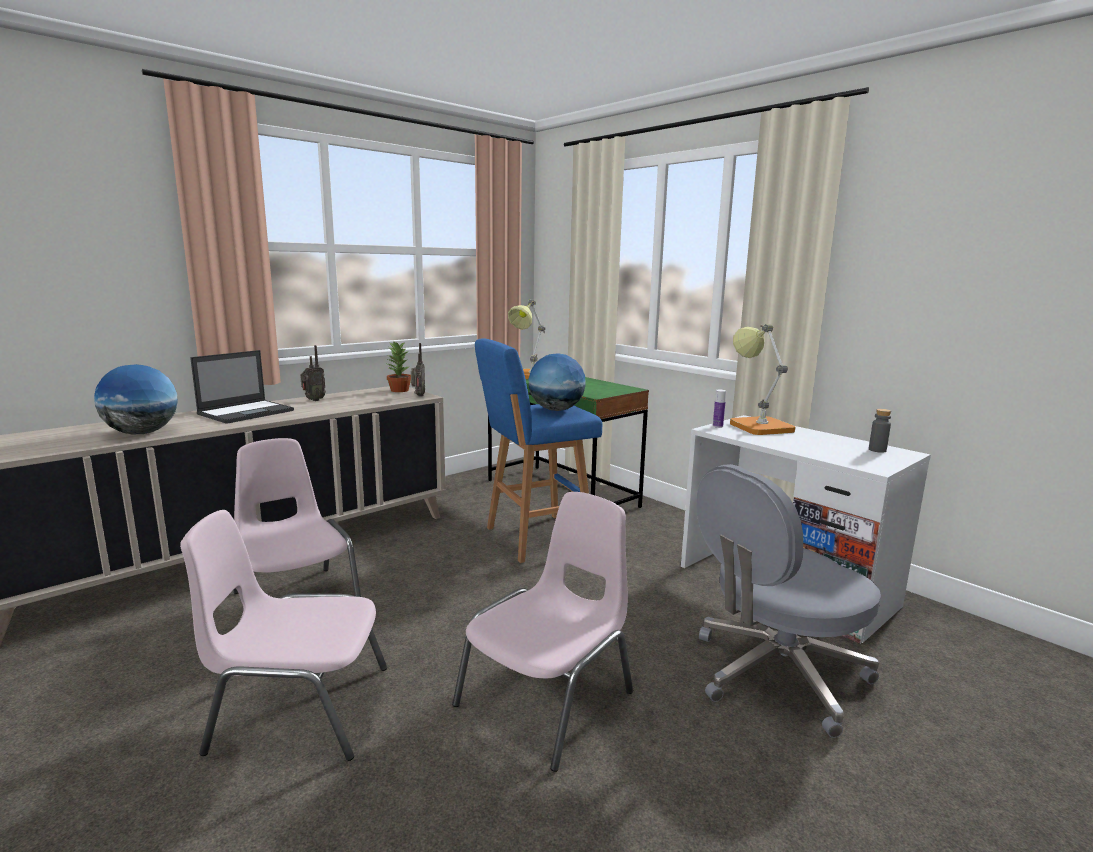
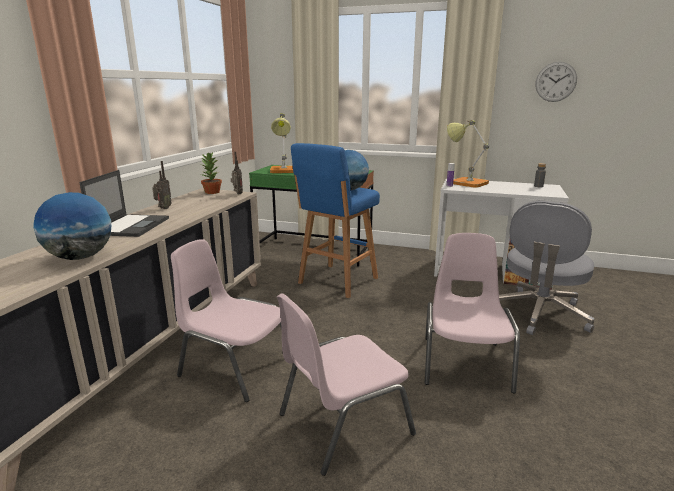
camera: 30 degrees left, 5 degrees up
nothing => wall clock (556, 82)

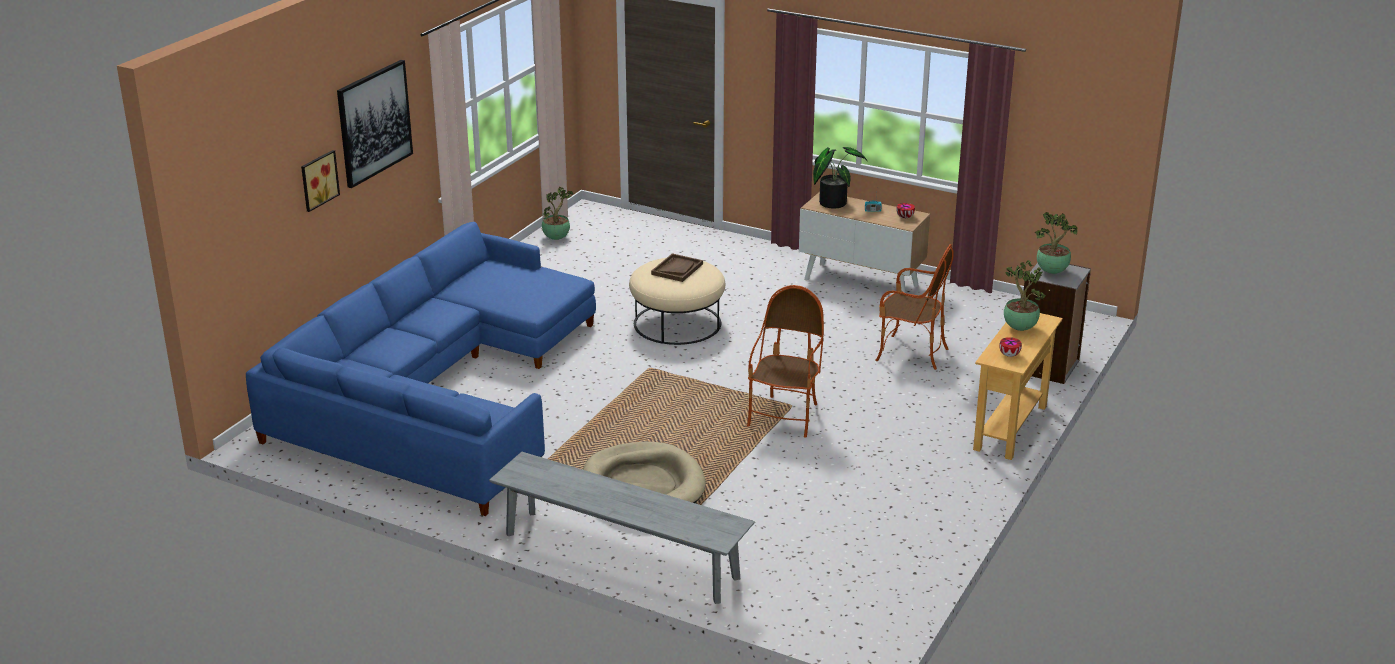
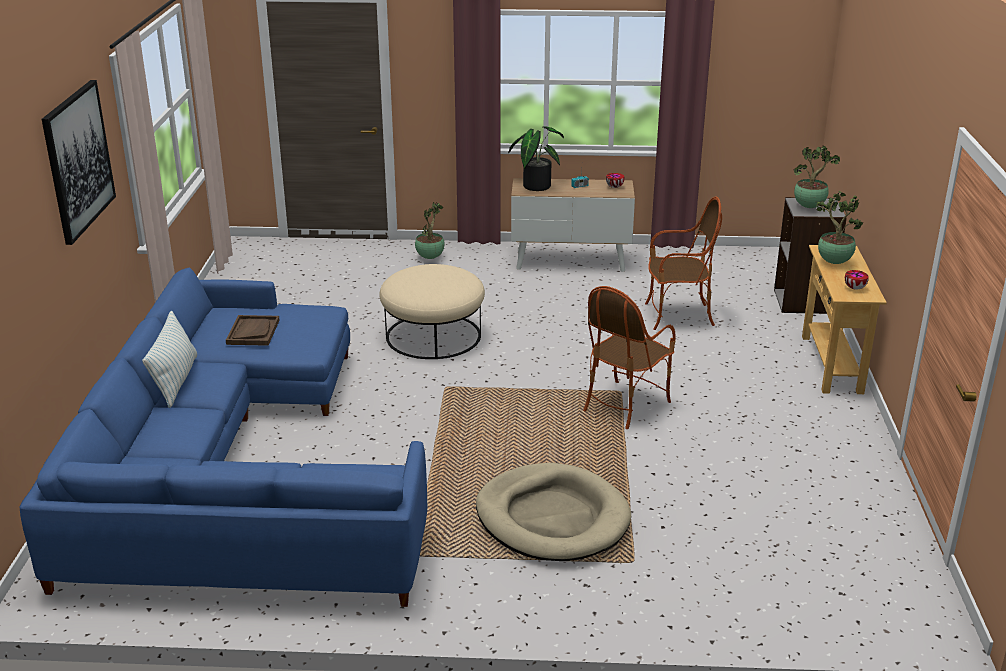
camera: 25 degrees left, 0 degrees up
picture (320, 181) => nothing
potted plant (557, 213) => potted plant (430, 230), shifted
tray (brown) (677, 267) => tray (brown) (253, 330), shifted
armchair (785, 361) => armchair (629, 357), 135 degrees counterclockwise
bench (grey) (622, 528) => nothing
nothing => pillow (169, 359)

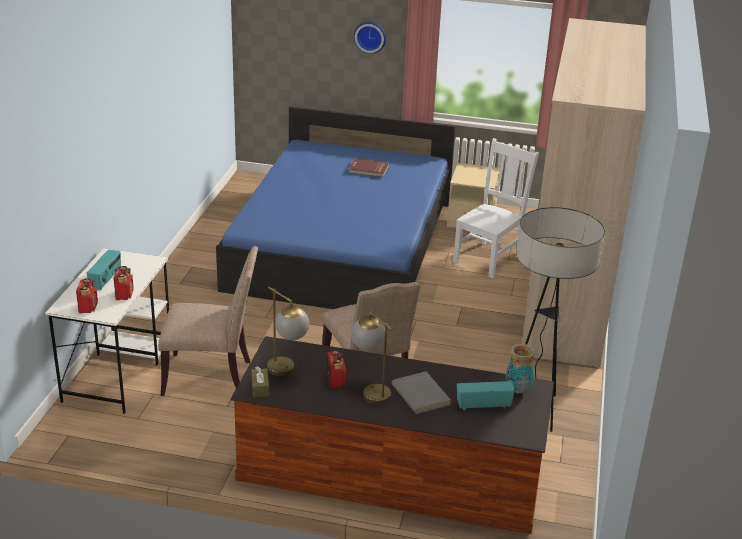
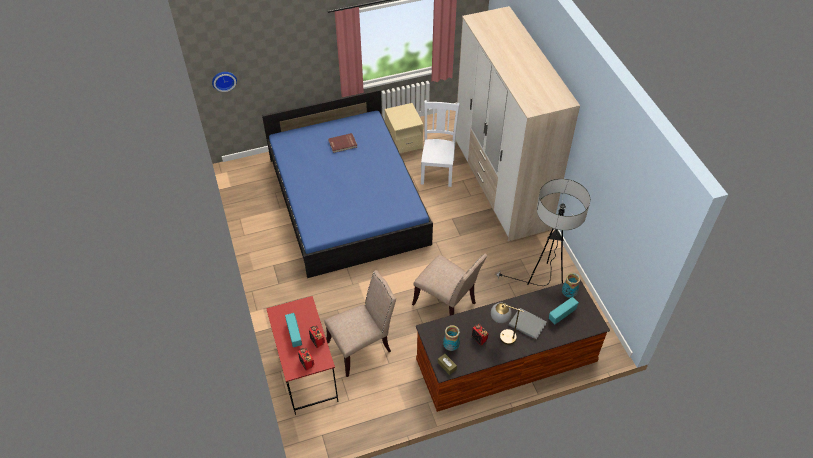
camera: 30 degrees left, 20 degrees up
wall clock (370, 38) => wall clock (224, 82), shifted
desk (white) (107, 331) => desk (red) (302, 355)
table lamp (288, 331) => vase (451, 338)

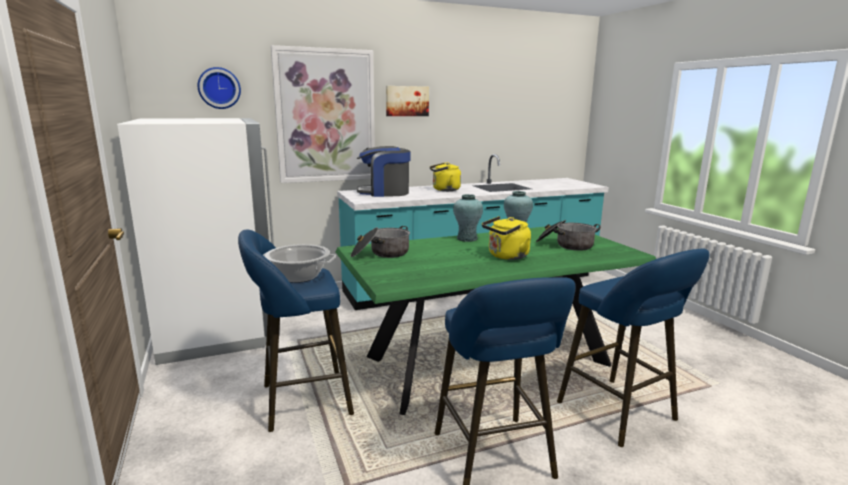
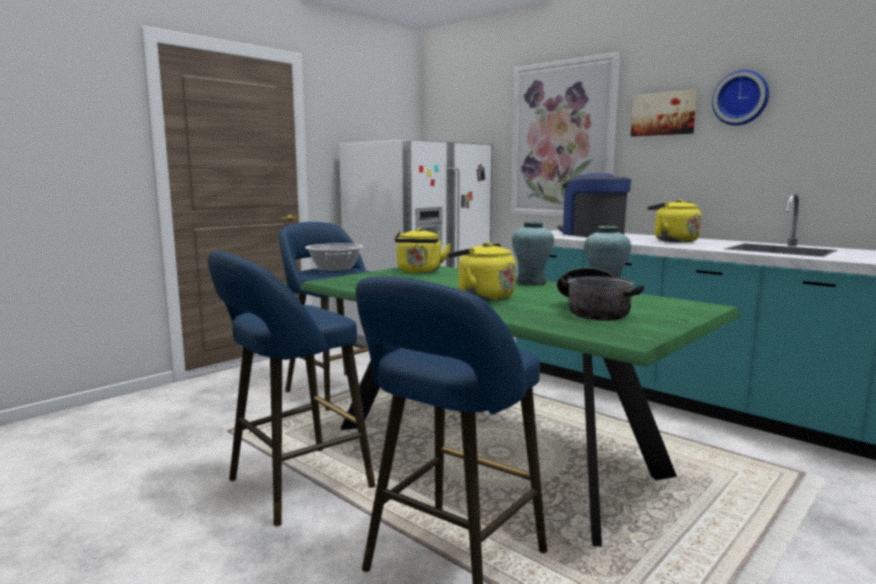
camera: 65 degrees right, 5 degrees down
wall clock (219, 88) => wall clock (740, 98), shifted
cooking pot (380, 242) => kettle (yellow) (422, 250)

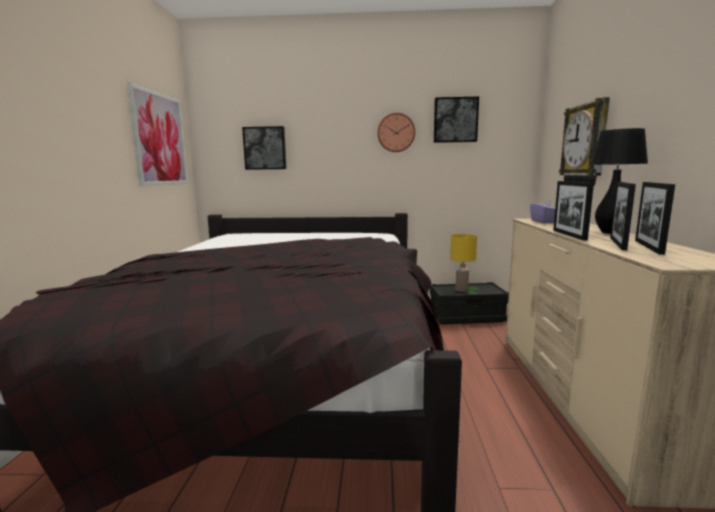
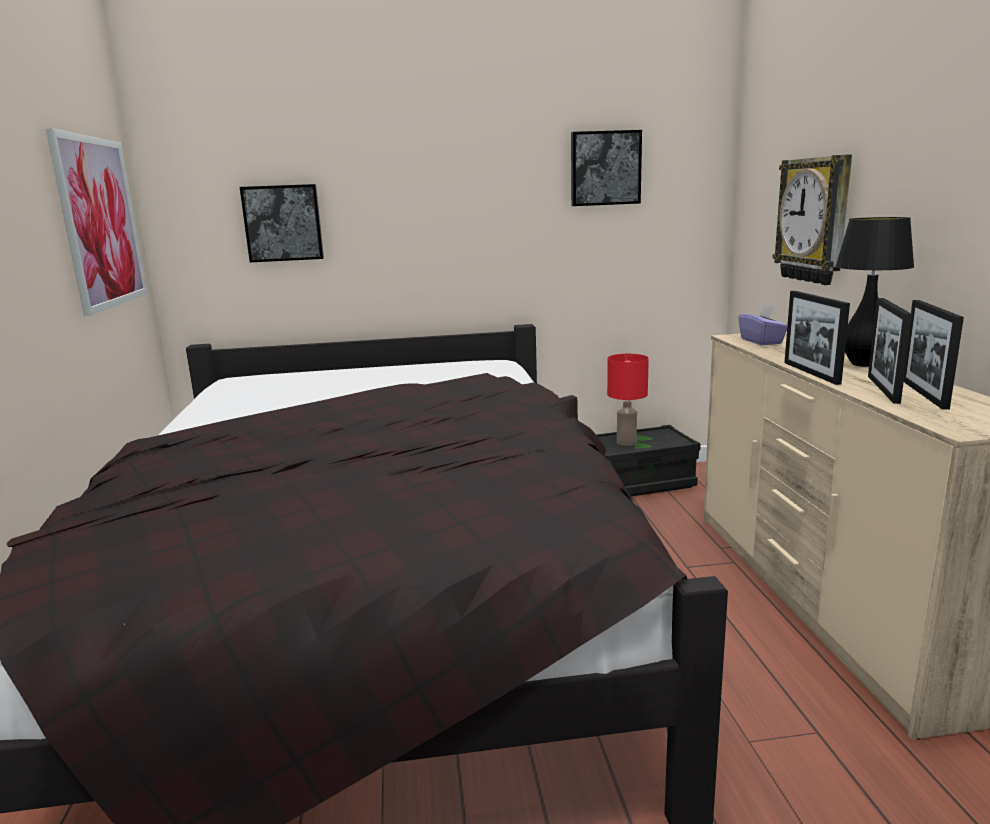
camera: 10 degrees left, 5 degrees up
wall clock (396, 132) => nothing
table lamp (yellow) (463, 263) => table lamp (red) (628, 400)

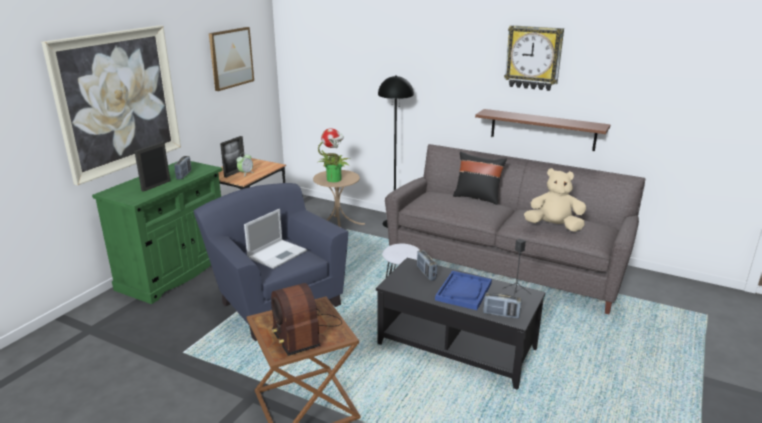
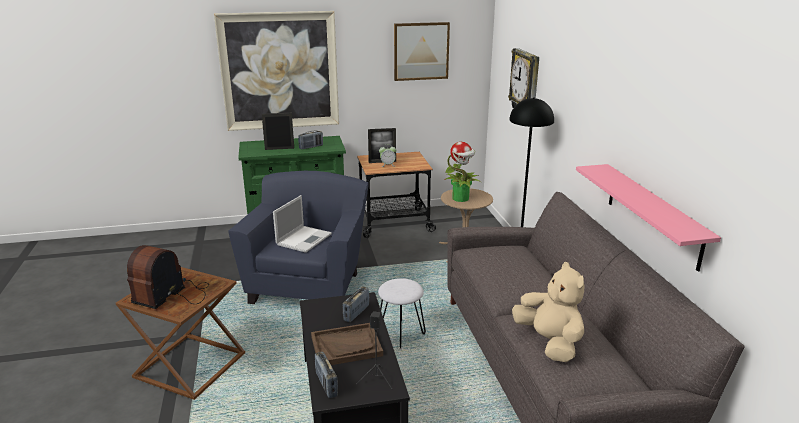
camera: 50 degrees right, 0 degrees up
wall clock (534, 58) => wall clock (523, 78), shifted
shelf (brown) (543, 130) => shelf (pink) (648, 217)
pillow (black) (480, 178) => nothing
laptop (275, 239) => laptop (302, 224), 60 degrees counterclockwise
tray (blue) (463, 290) => tray (brown) (347, 344)

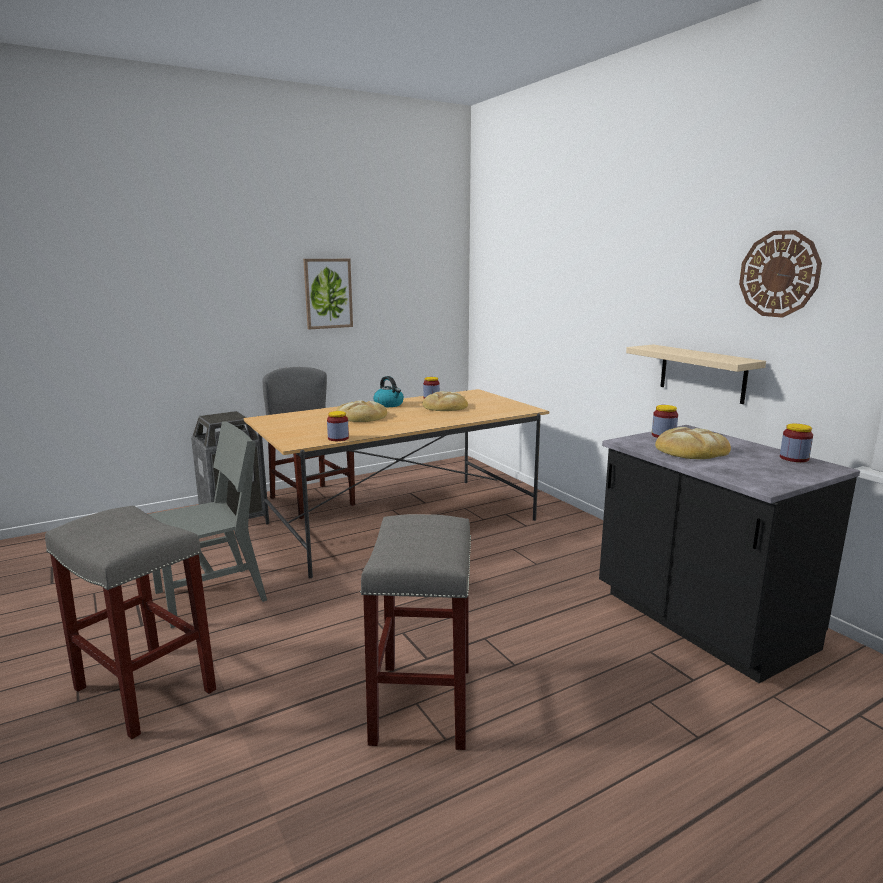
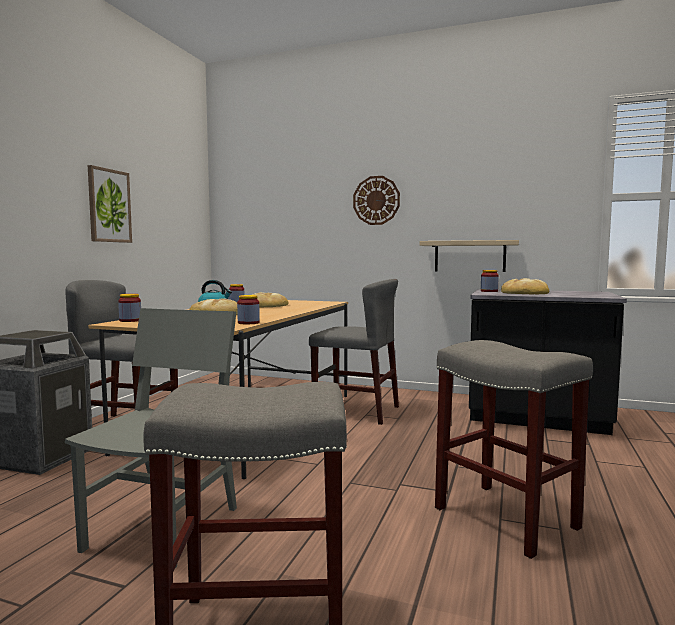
camera: 40 degrees left, 10 degrees down
wall clock (780, 273) => wall clock (376, 200), shifted
jar (796, 443) => jar (129, 308), shifted
nothing => chair (grey) (354, 352)

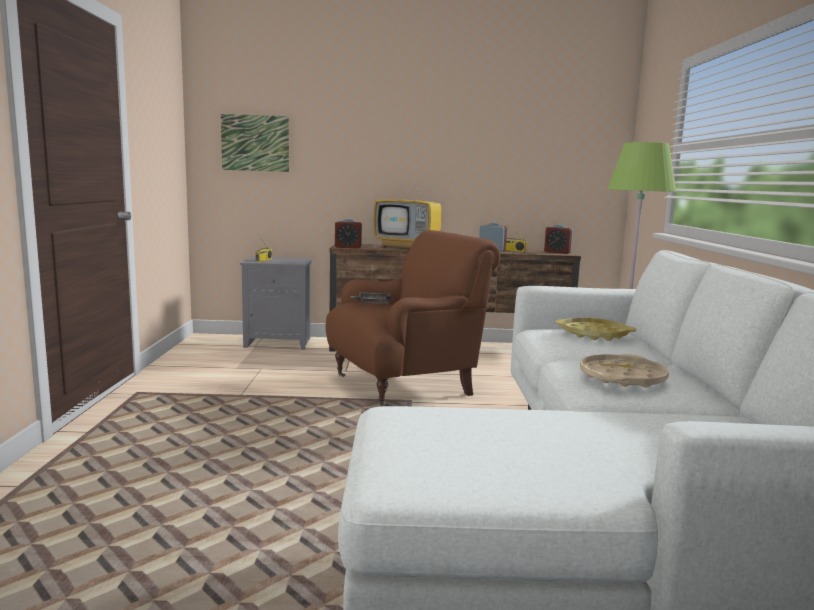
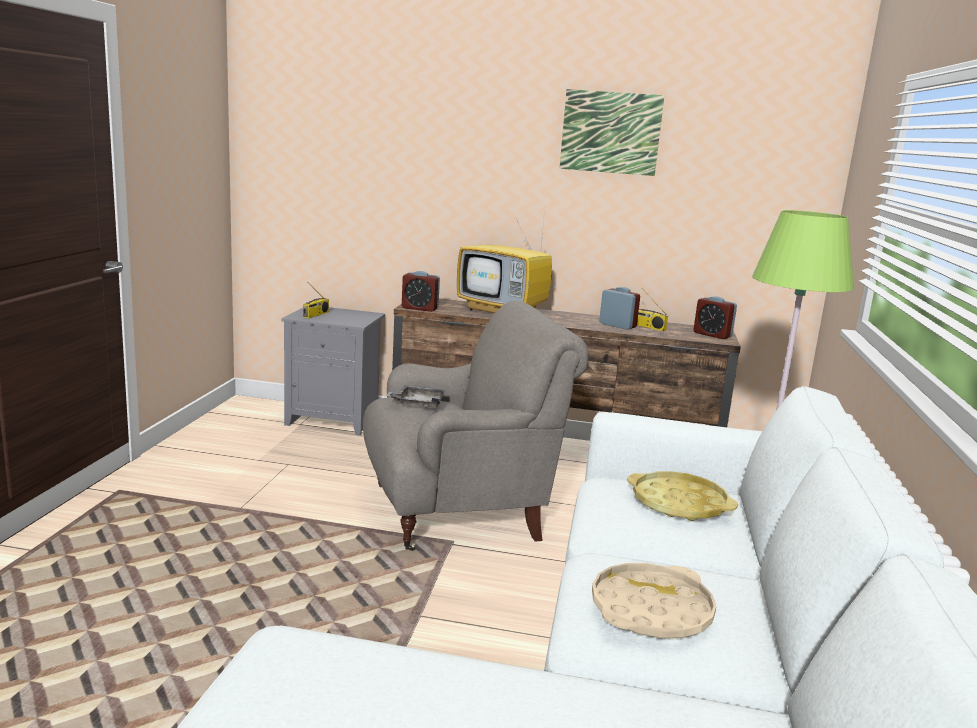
camera: 10 degrees right, 5 degrees up
picture (255, 143) => picture (612, 132), shifted
armchair (brown) (413, 318) => armchair (grey) (476, 425)

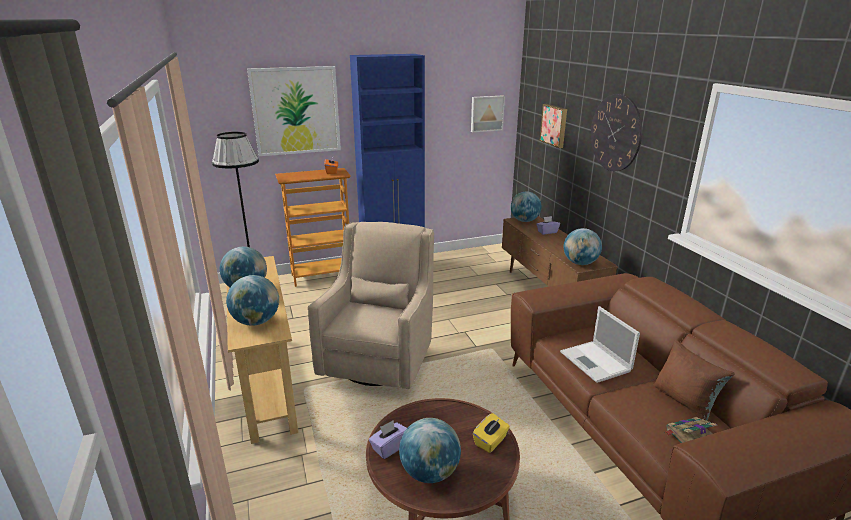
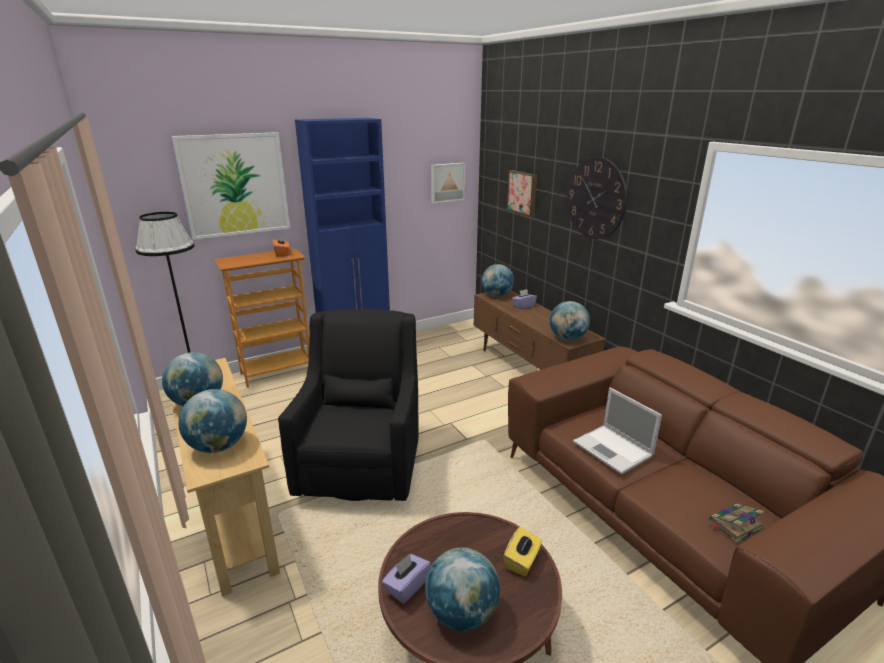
camera: 10 degrees left, 0 degrees up
armchair (beige) (371, 305) => armchair (black) (348, 405)
pillow (brown) (694, 380) => nothing

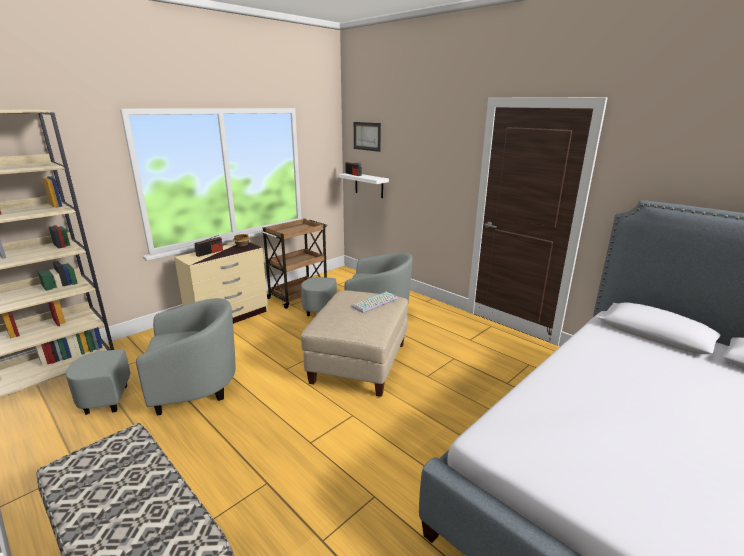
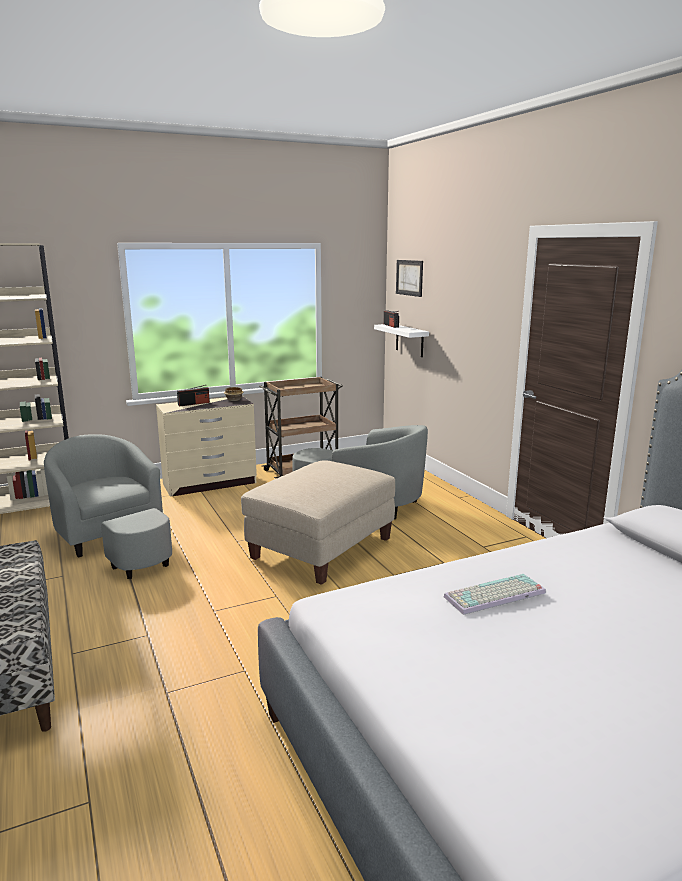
camera: 20 degrees right, 5 degrees down
keyboard (374, 302) => keyboard (495, 594), shifted
armchair (grey) (151, 356) => armchair (grey) (108, 506), 135 degrees counterclockwise

